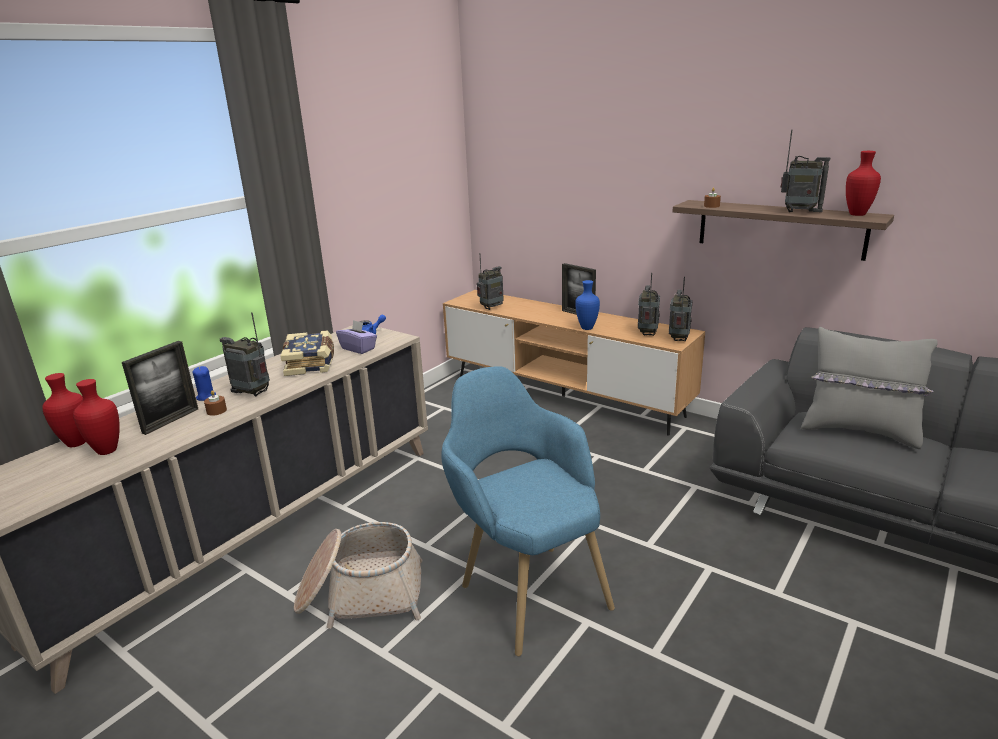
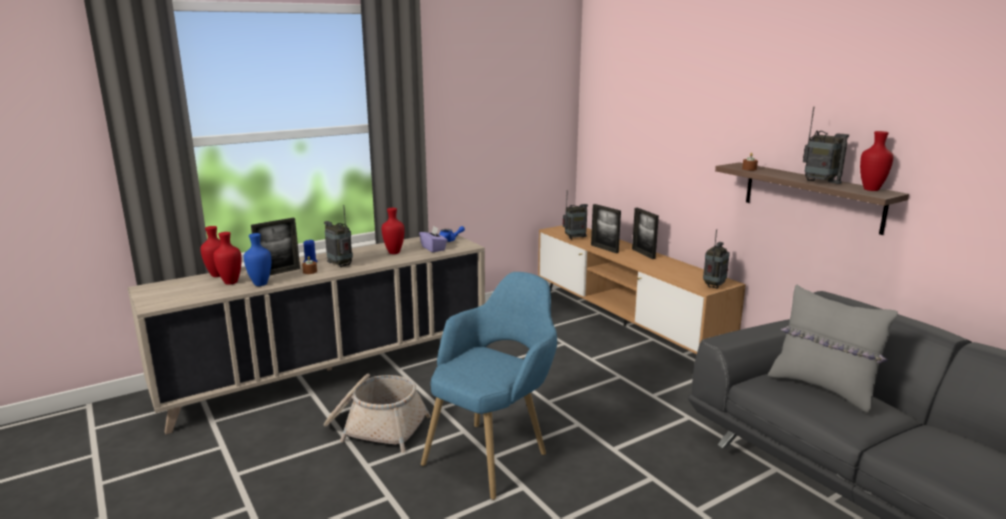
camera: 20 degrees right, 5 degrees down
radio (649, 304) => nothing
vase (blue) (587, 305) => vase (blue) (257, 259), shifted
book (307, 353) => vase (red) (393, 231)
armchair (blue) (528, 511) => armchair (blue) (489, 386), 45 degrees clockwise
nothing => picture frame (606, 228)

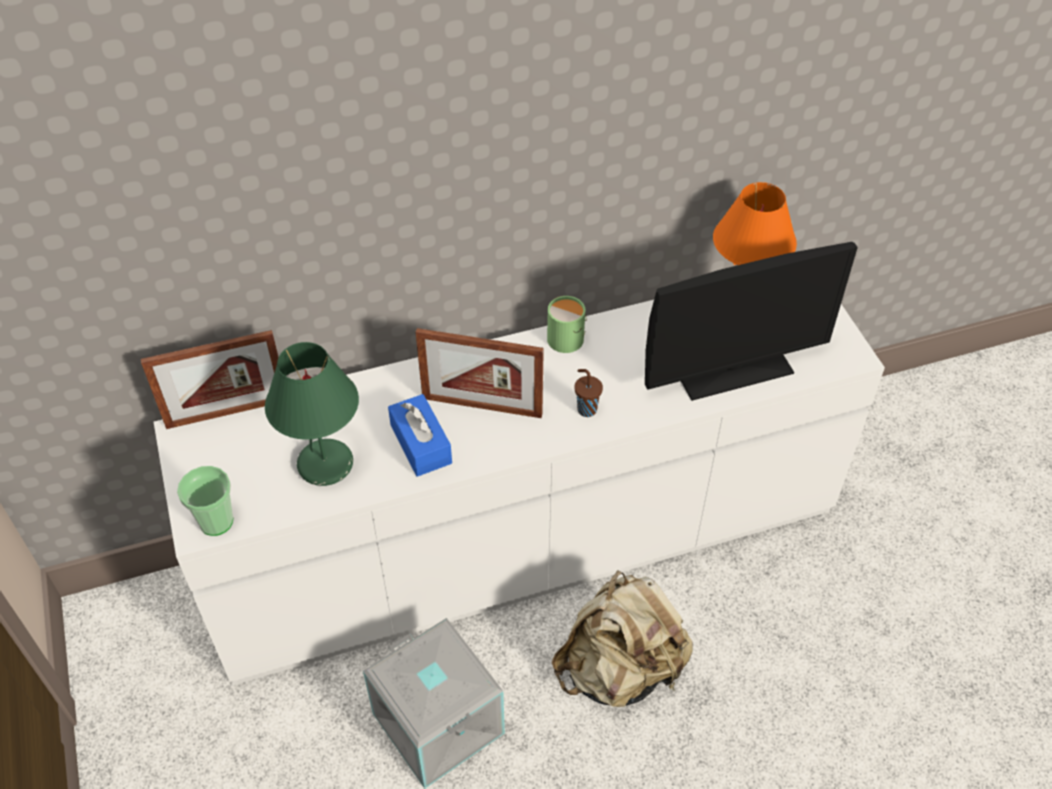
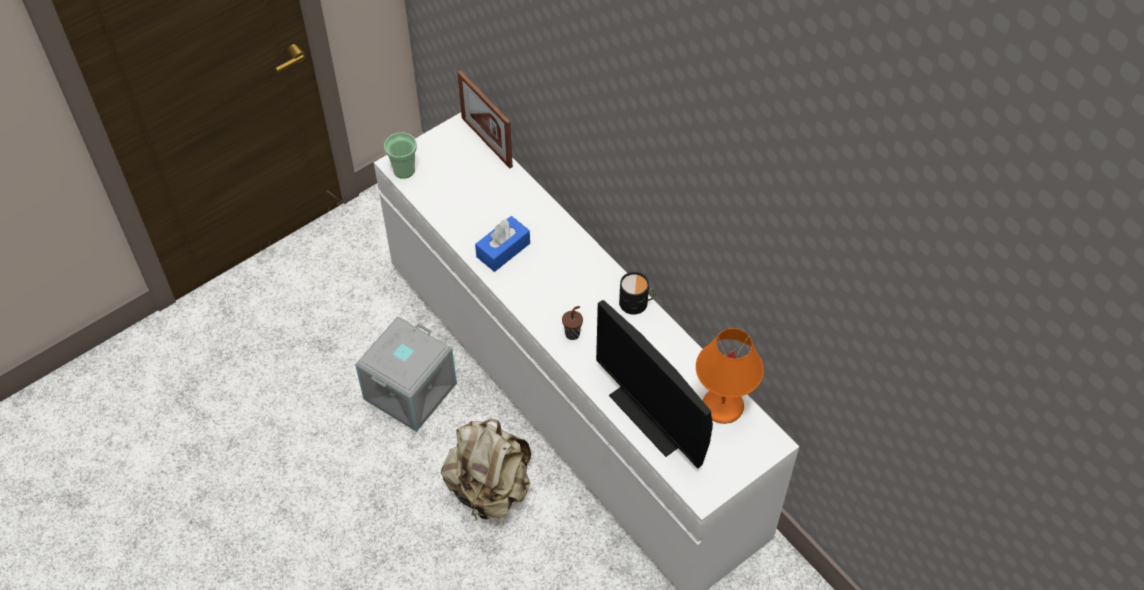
camera: 70 degrees right, 5 degrees up
mug (green) (567, 324) => mug (black) (637, 293)
picture frame (479, 373) => nothing
table lamp (green) (312, 414) => nothing

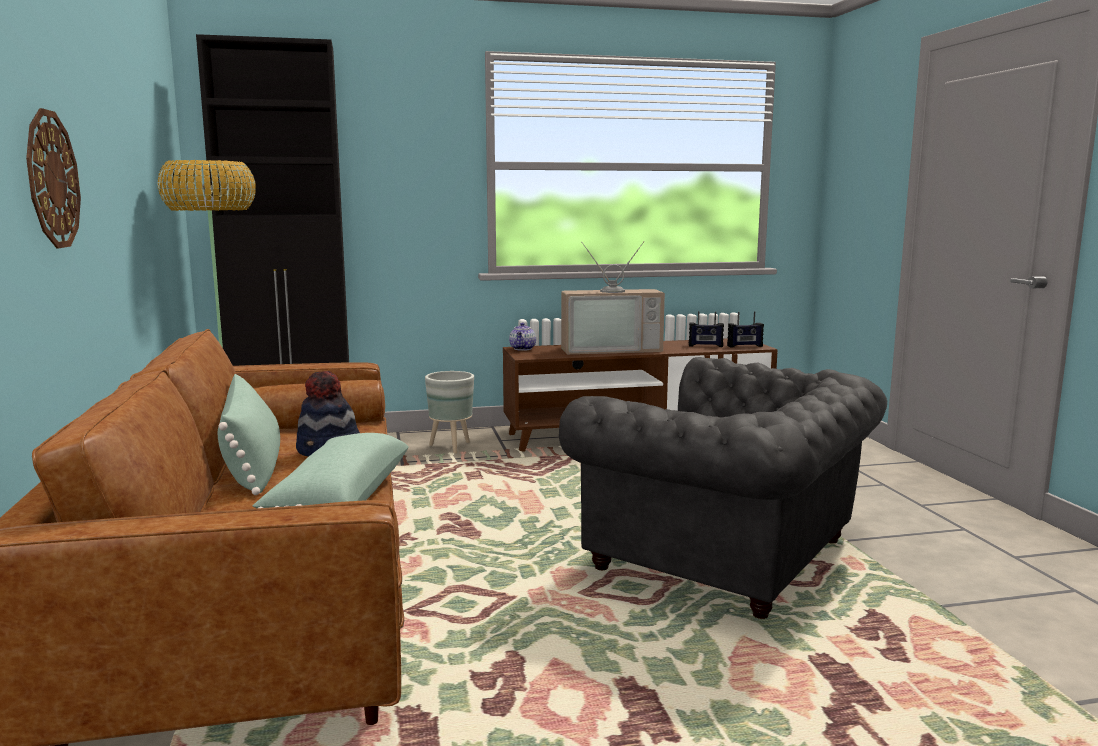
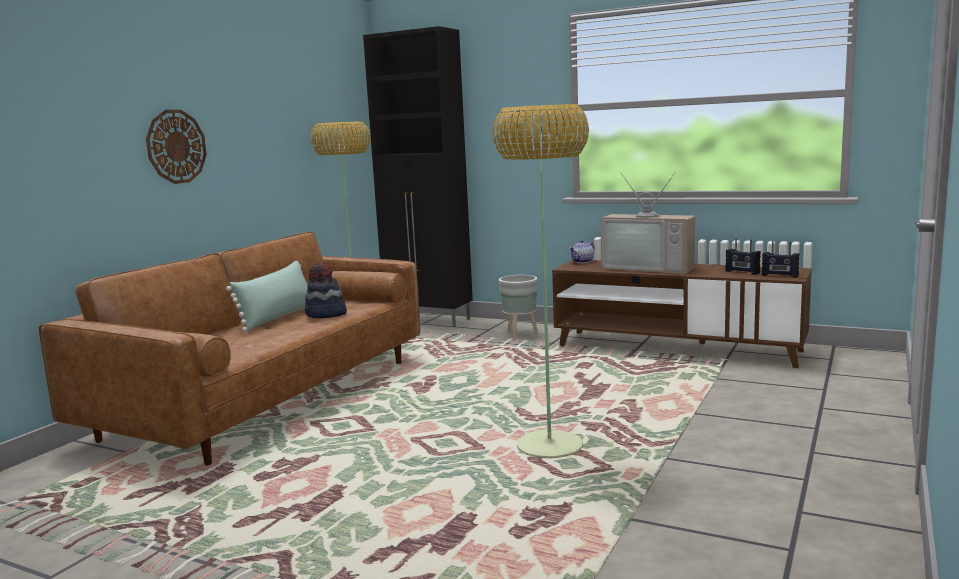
camera: 40 degrees right, 0 degrees up
armchair (grey) (723, 488) => floor lamp (540, 281)
pillow (green) (331, 470) => nothing

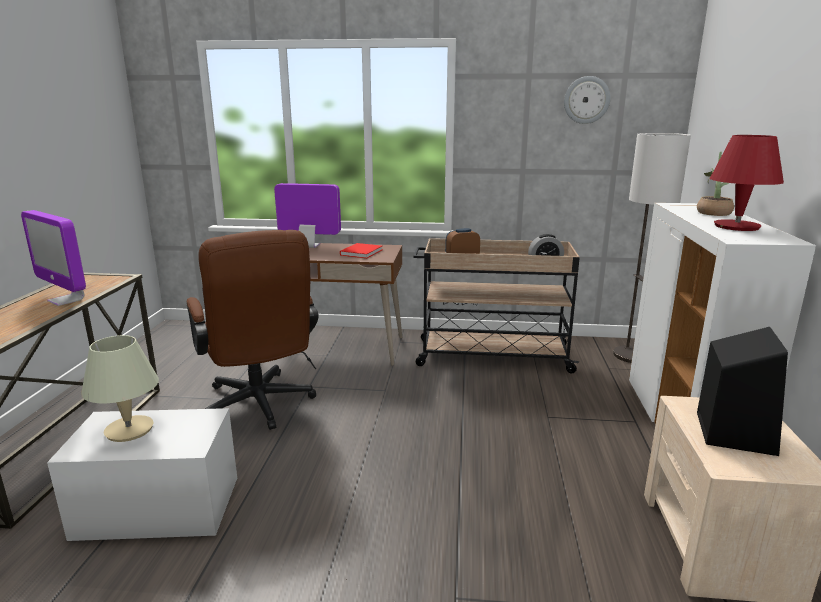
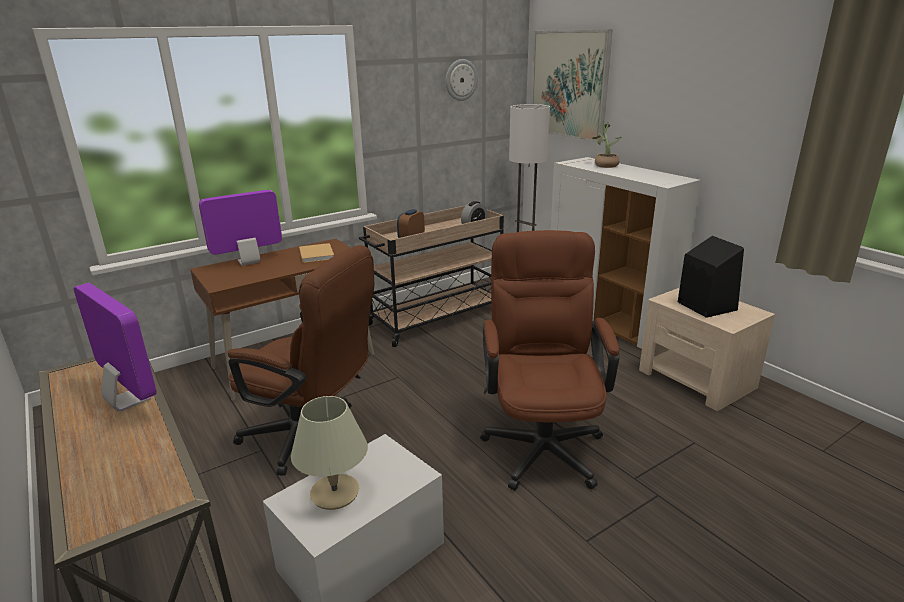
camera: 40 degrees left, 5 degrees up
table lamp (red) (747, 183) => nothing
monitor (53, 258) => monitor (115, 347), 135 degrees counterclockwise
book (red) (361, 250) => book (beige) (316, 253)
nothing => picture (572, 86)
nothing => office chair (brown) (550, 360)

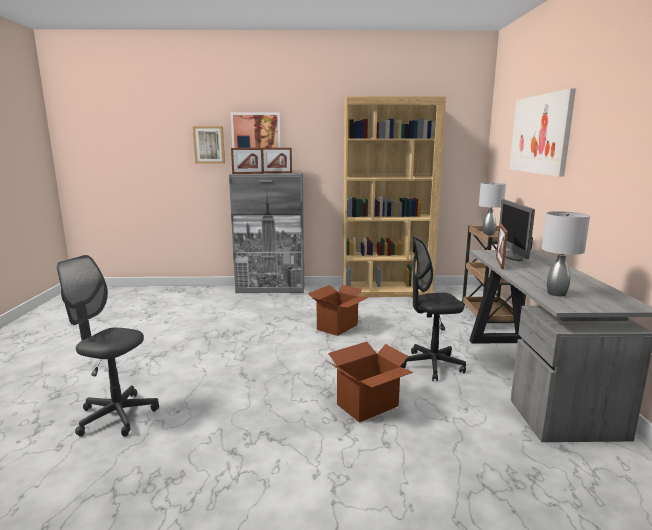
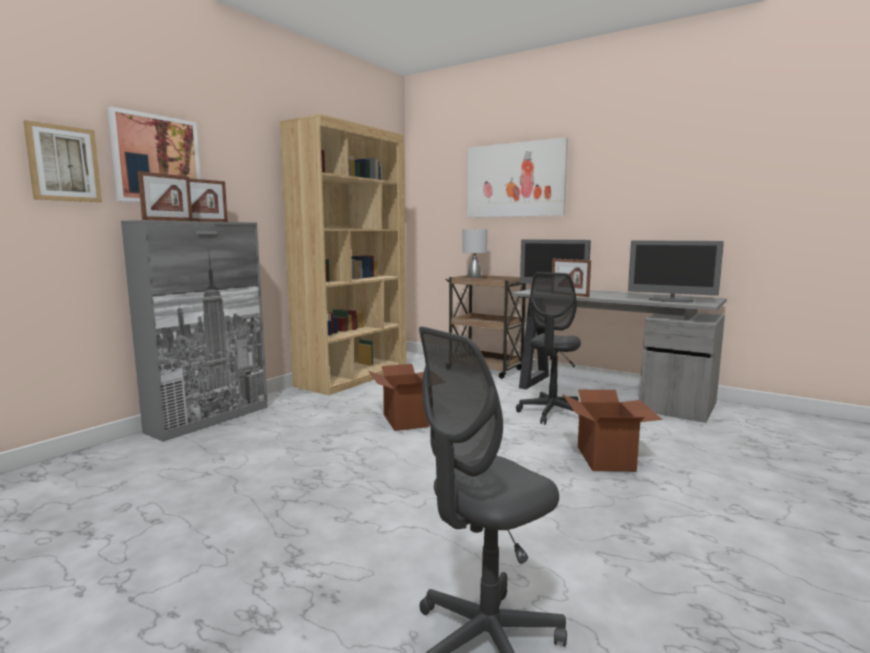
camera: 55 degrees left, 5 degrees down
table lamp (grey) (566, 253) => monitor (676, 271)

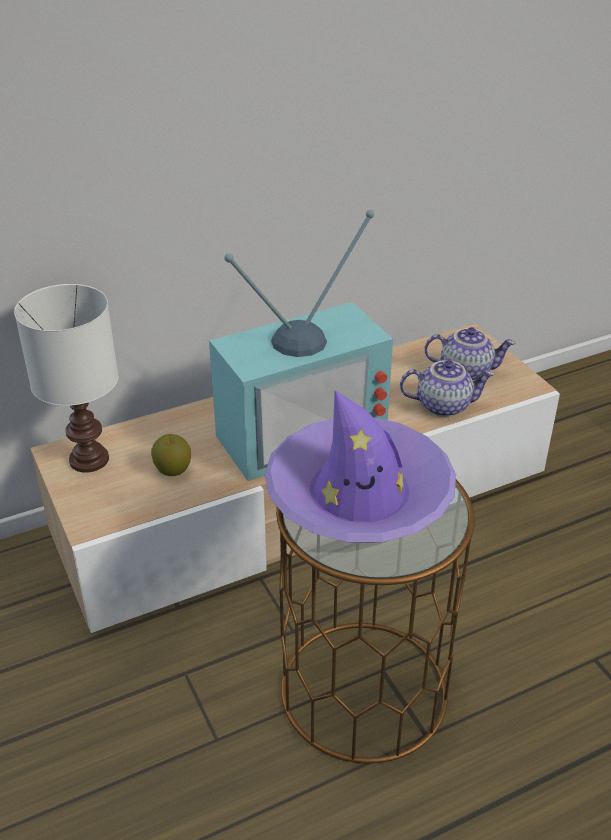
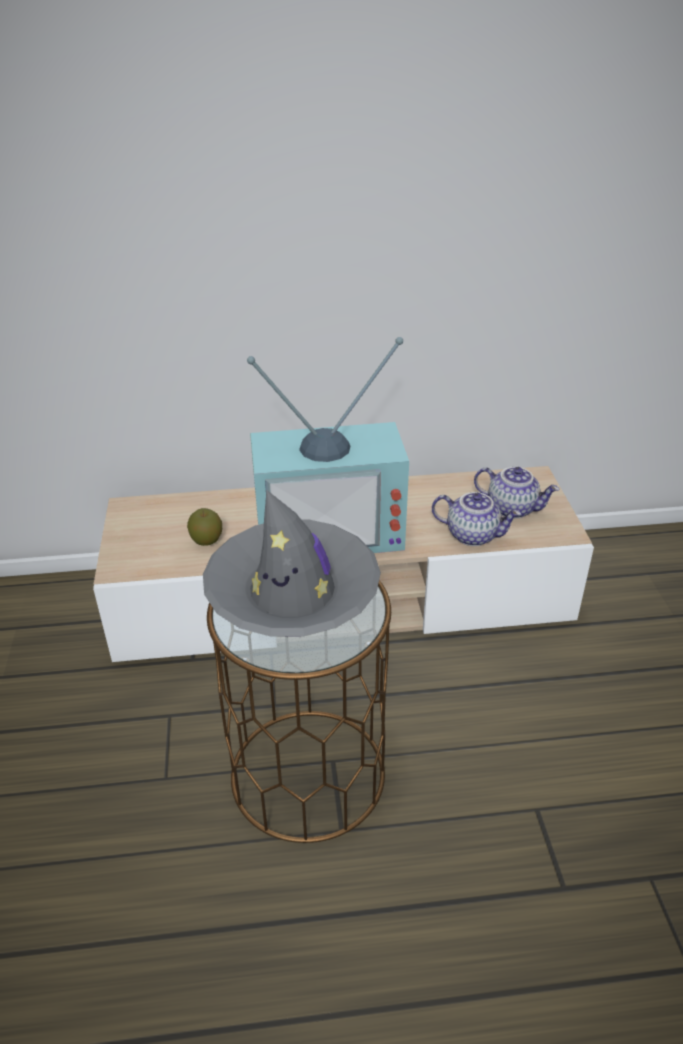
camera: 20 degrees right, 0 degrees up
table lamp (white) (66, 378) => nothing
hat (purple) (360, 466) => hat (grey) (292, 563)

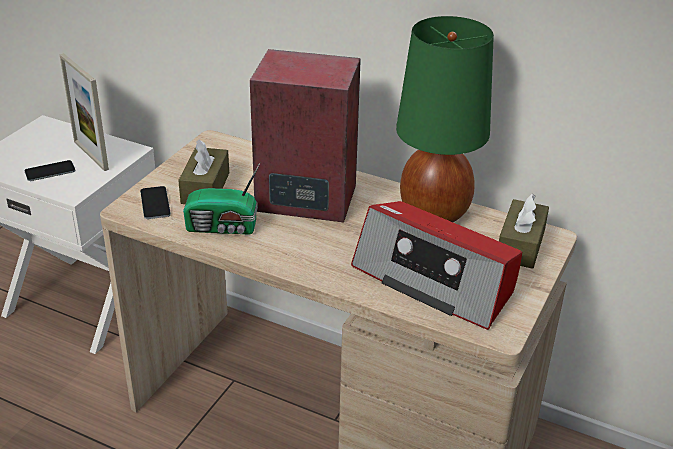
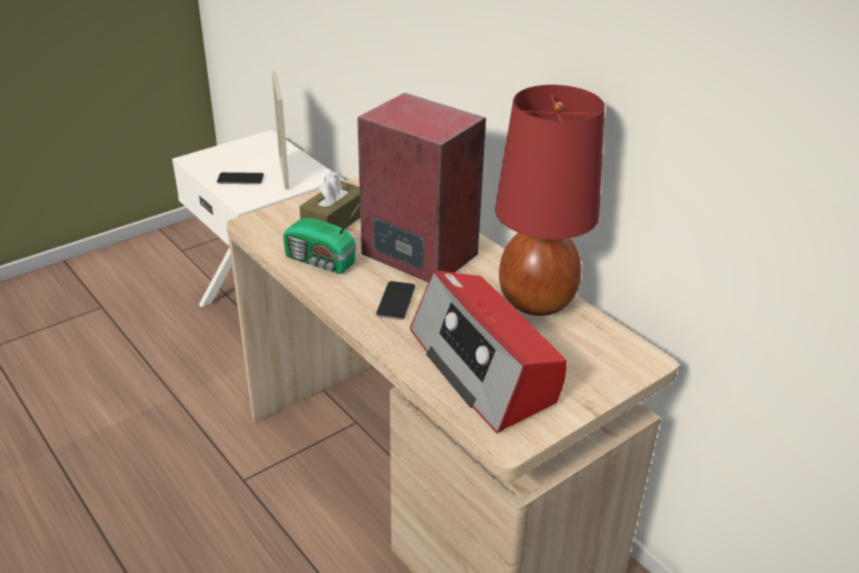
camera: 25 degrees right, 0 degrees up
table lamp (green) (445, 119) => table lamp (red) (550, 200)
phone (155, 202) => phone (395, 300), shifted
tissue box (brown) (524, 231) => nothing

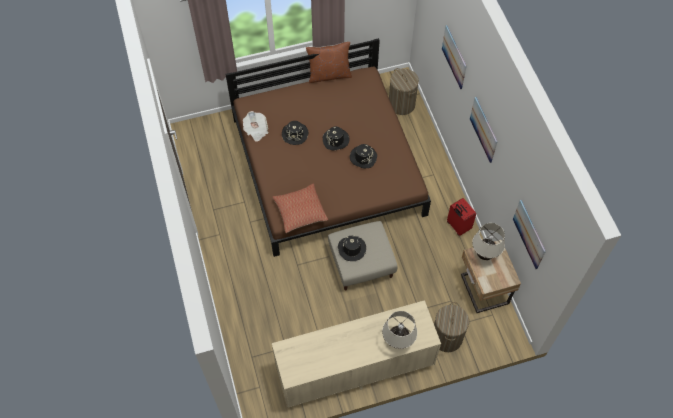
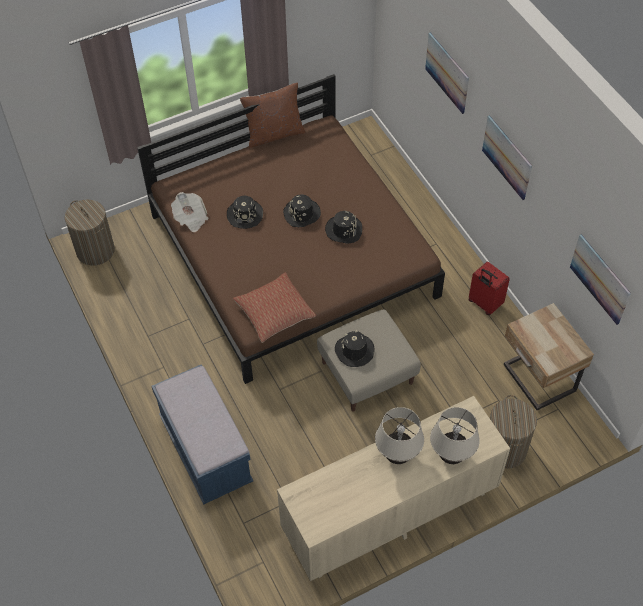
camera: 10 degrees left, 5 degrees down
laundry basket (404, 91) => laundry basket (90, 233), shifted
table lamp (beige) (488, 241) => table lamp (beige) (399, 435), shifted
nothing => bench (blue) (202, 434)

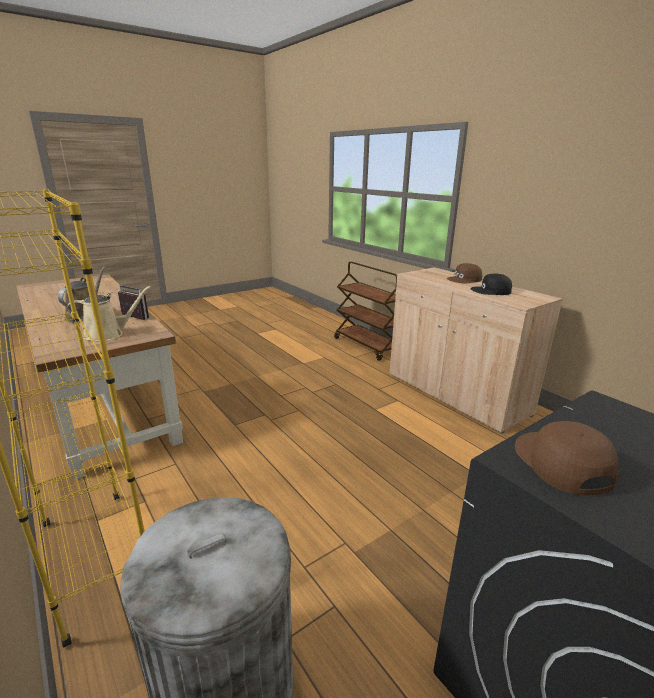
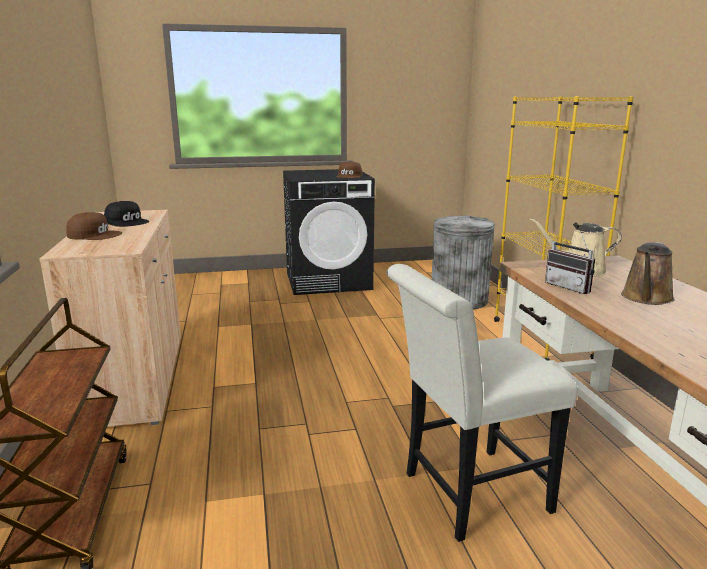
camera: 155 degrees left, 5 degrees down
nothing => chair (white) (482, 403)

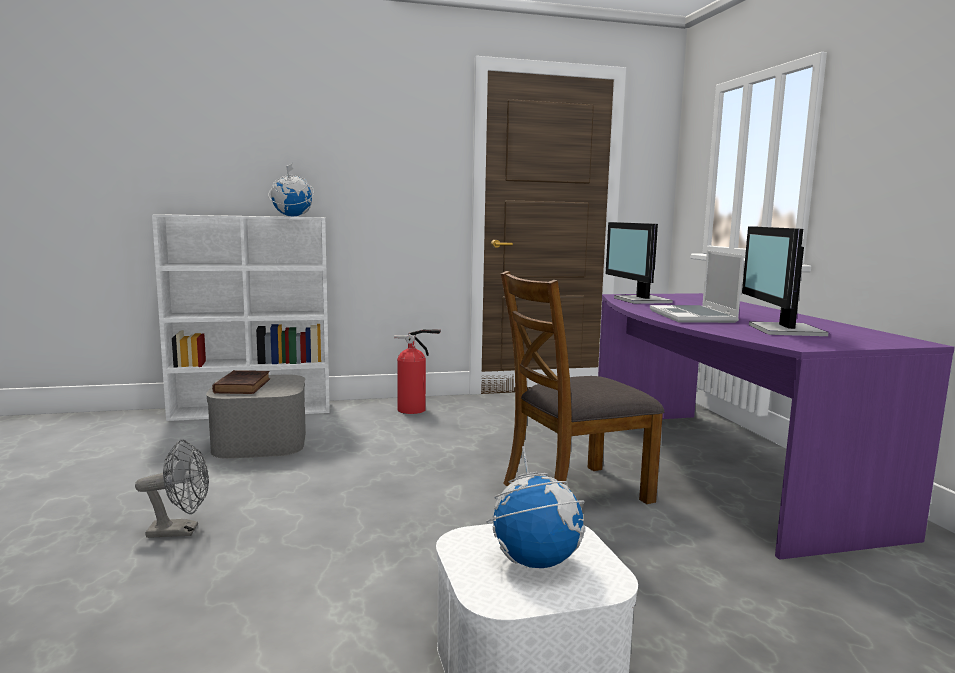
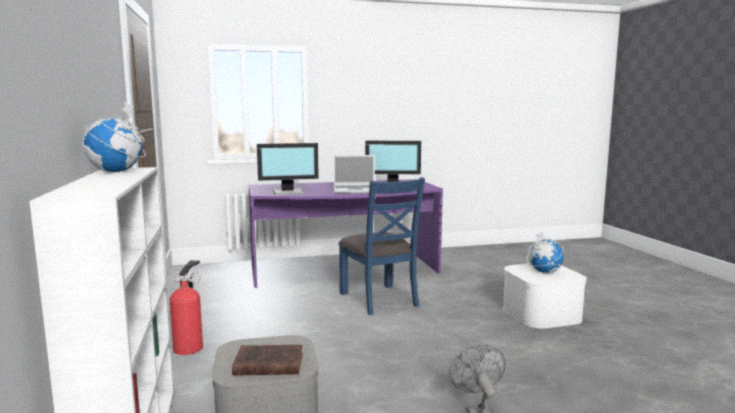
camera: 90 degrees left, 0 degrees up
chair (brown) (582, 387) => chair (blue) (381, 246)

